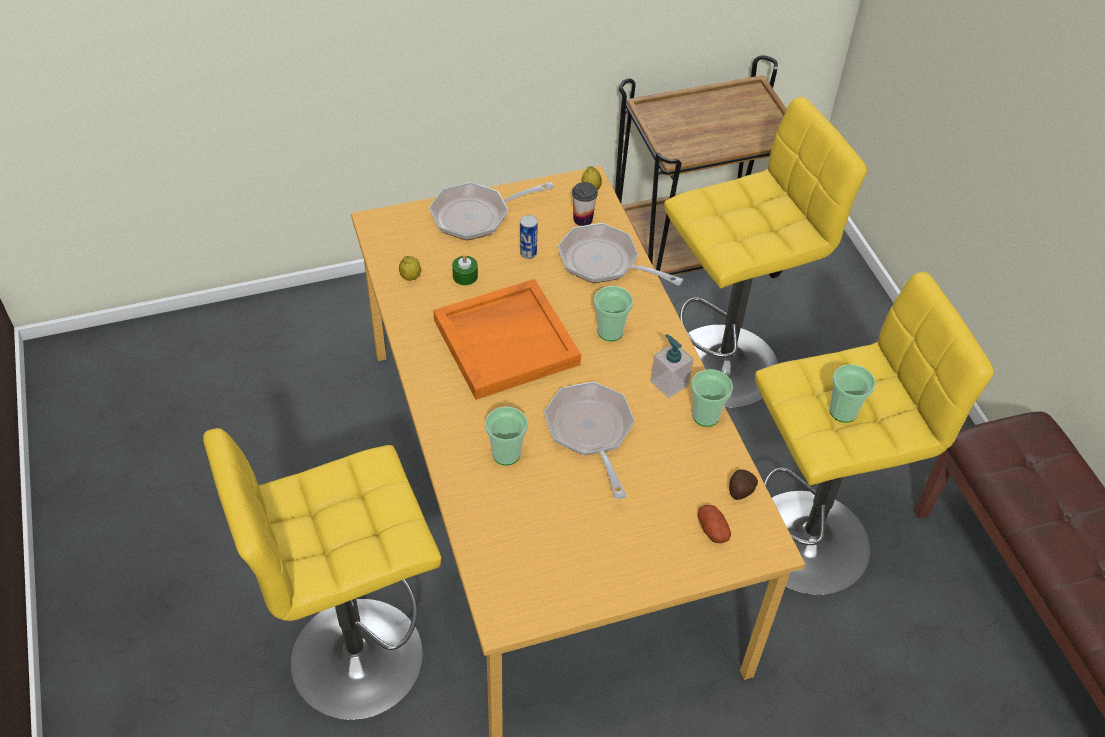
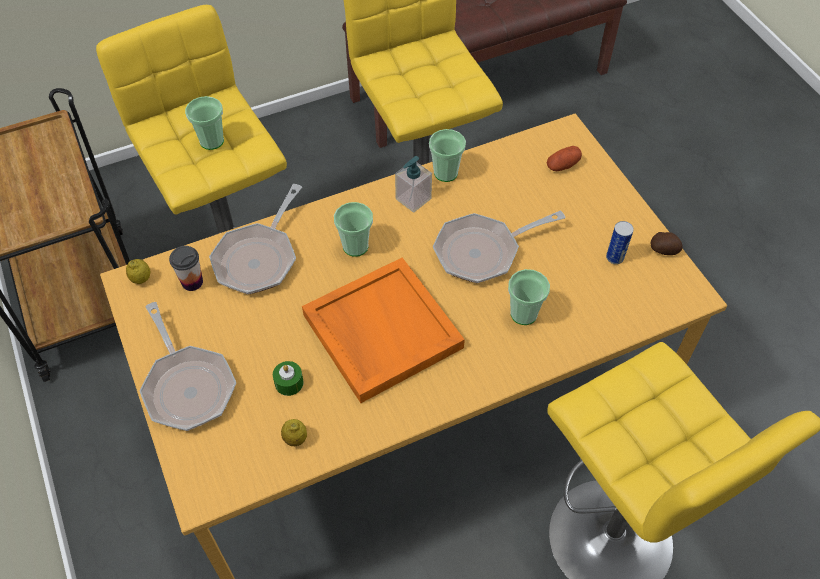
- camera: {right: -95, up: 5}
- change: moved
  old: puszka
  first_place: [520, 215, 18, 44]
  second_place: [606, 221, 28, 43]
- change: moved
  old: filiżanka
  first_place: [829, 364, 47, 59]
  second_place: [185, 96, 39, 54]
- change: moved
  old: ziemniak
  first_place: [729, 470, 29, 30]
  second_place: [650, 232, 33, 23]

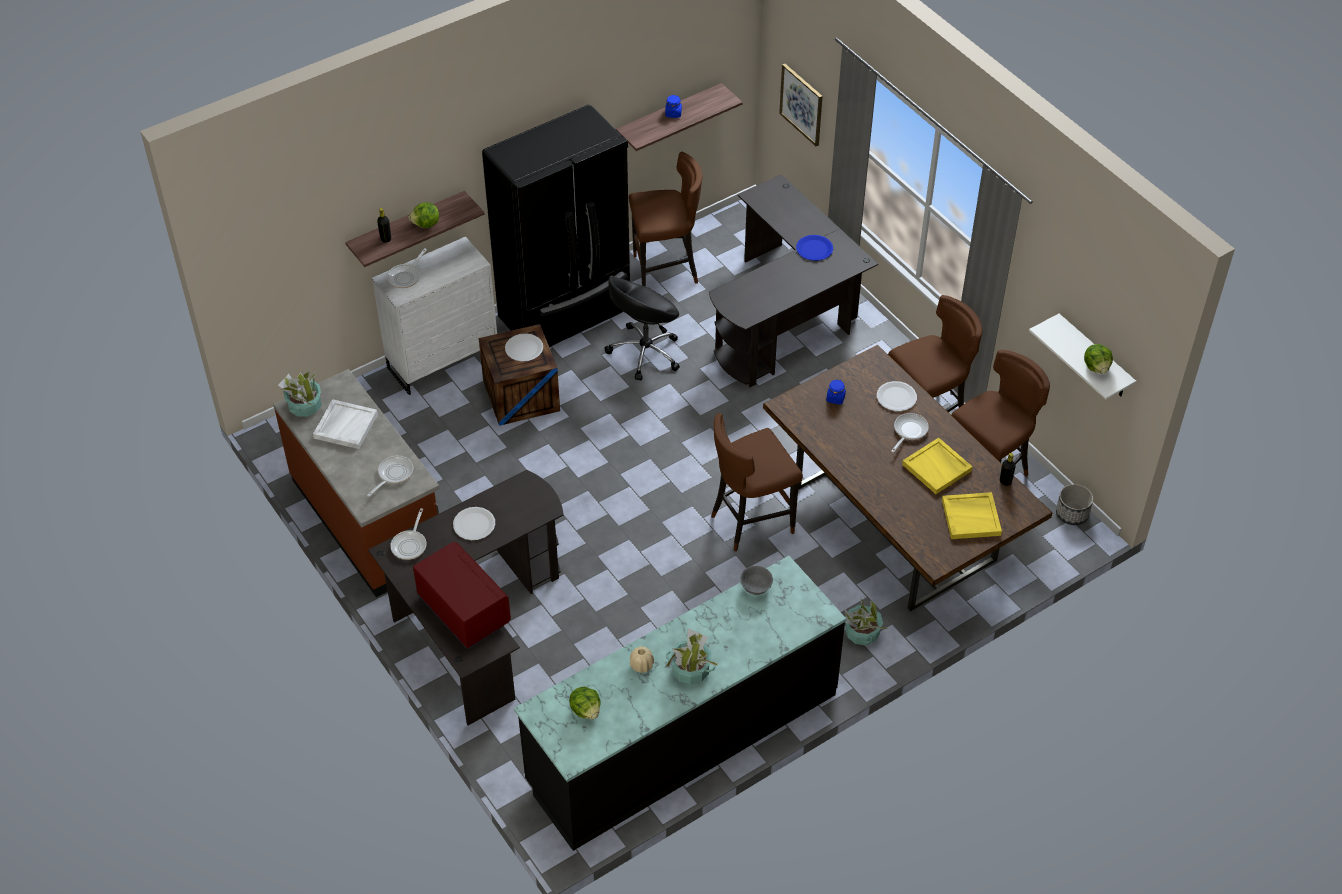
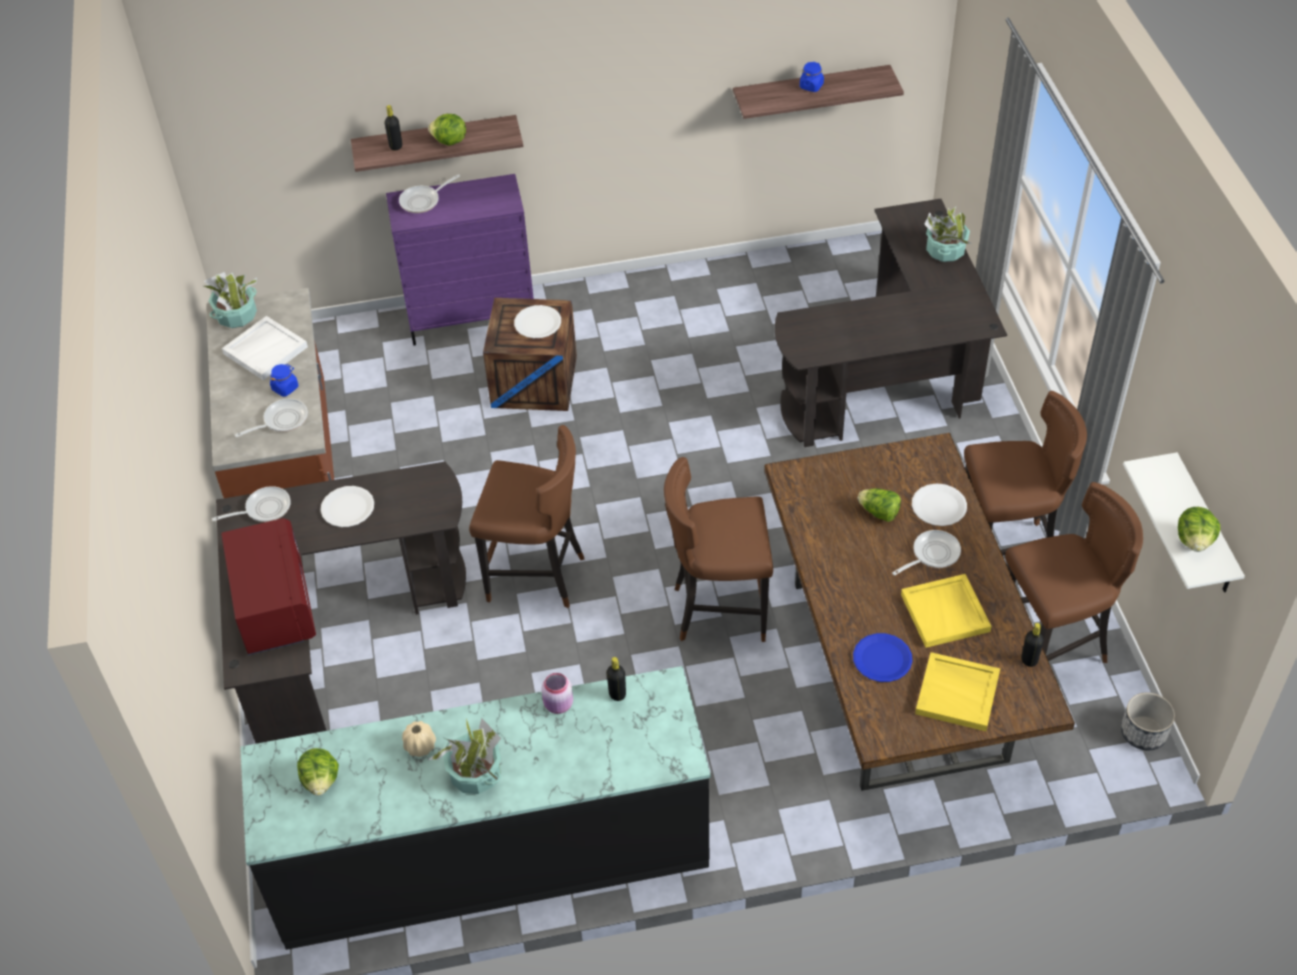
- camera: {right: 25, up: 0}
- change: removed
  old: obraz
  first_place: [779, 64, 44, 82]
- change: removed
  old: lodówka/czarny
  first_place: [482, 105, 148, 242]
- change: moved
  old: stołek/brązowy
  first_place: [629, 152, 73, 134]
  second_place: [469, 425, 116, 183]
- change: moved
  old: talerz/niebieski
  first_place: [796, 235, 37, 26]
  second_place: [853, 633, 59, 49]
- change: recoloured
  old: komoda/biały
  new: komoda/fioletowy
  first_place: [372, 237, 125, 158]
  second_place: [386, 174, 148, 172]
- change: removed
  old: krzesło biurowe/czarny
  first_place: [604, 277, 76, 103]
- change: moved
  old: słoik/niebieski
  first_place: [826, 380, 20, 24]
  second_place: [270, 364, 28, 33]
- change: turned
  old: patelnia
  first_place: [390, 508, 36, 52]
  second_place: [212, 486, 78, 36]
  degrees: -150
- change: replaced
  old: miska/szary
  new: butelka/czarny
  first_place: [740, 566, 33, 29]
  second_place: [607, 657, 19, 44]
- change: moved
  old: roślina doniczkowa
  first_place: [845, 598, 44, 47]
  second_place: [924, 207, 47, 55]
- change: added
  new: sałata
  second_place: [858, 488, 43, 34]
- change: added
  new: słoik/różowy
  second_place: [541, 673, 32, 41]

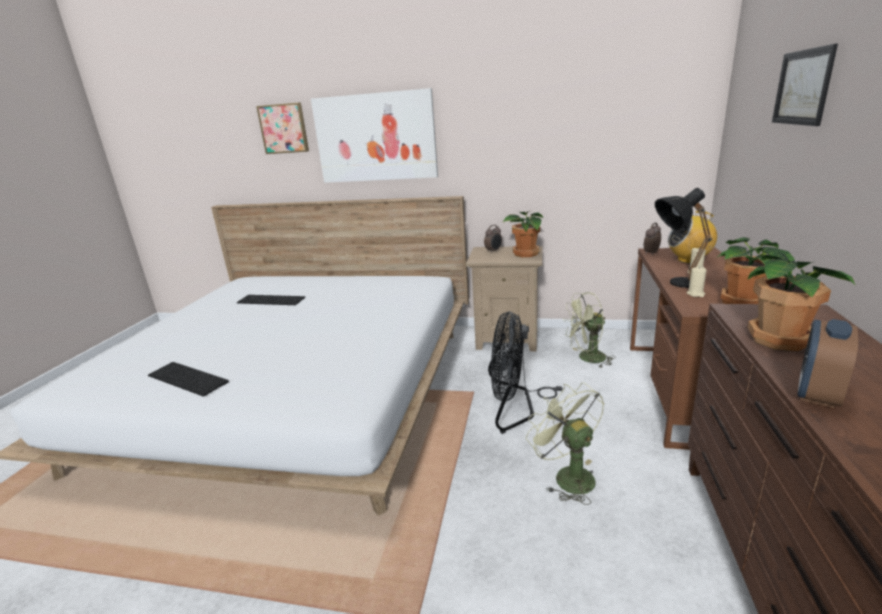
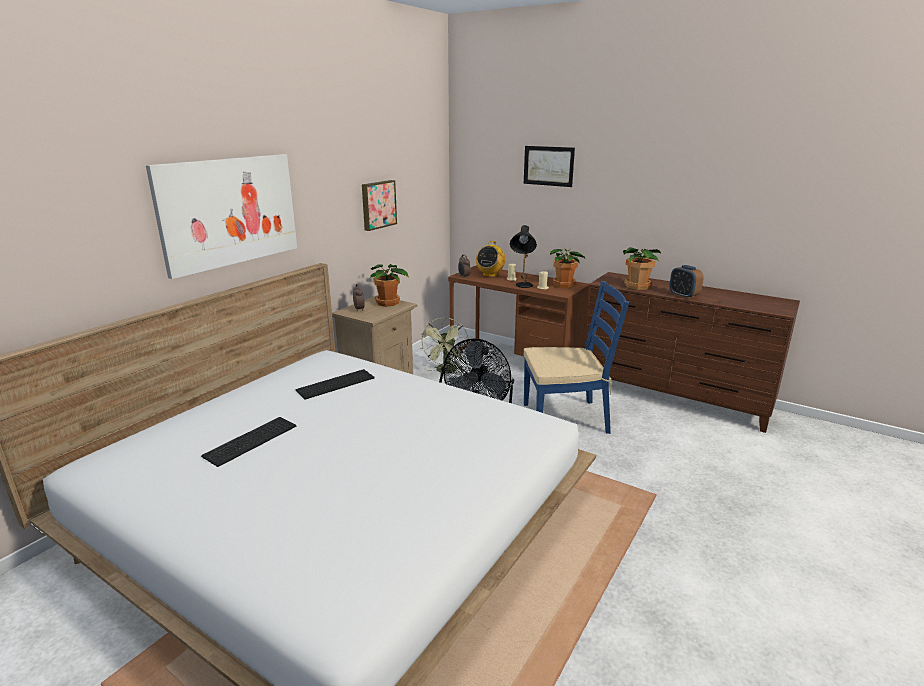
- camera: {right: -70, up: 0}
- change: moved
  old: obraz
  first_place: [256, 103, 53, 51]
  second_place: [362, 180, 35, 51]
- change: moved
  old: klawiatura
  first_place: [148, 362, 81, 35]
  second_place: [295, 369, 80, 30]
- change: replaced
  old: wentylator/zielony
  new: krzesło/niebieski
  first_place: [526, 382, 78, 123]
  second_place: [523, 281, 106, 153]

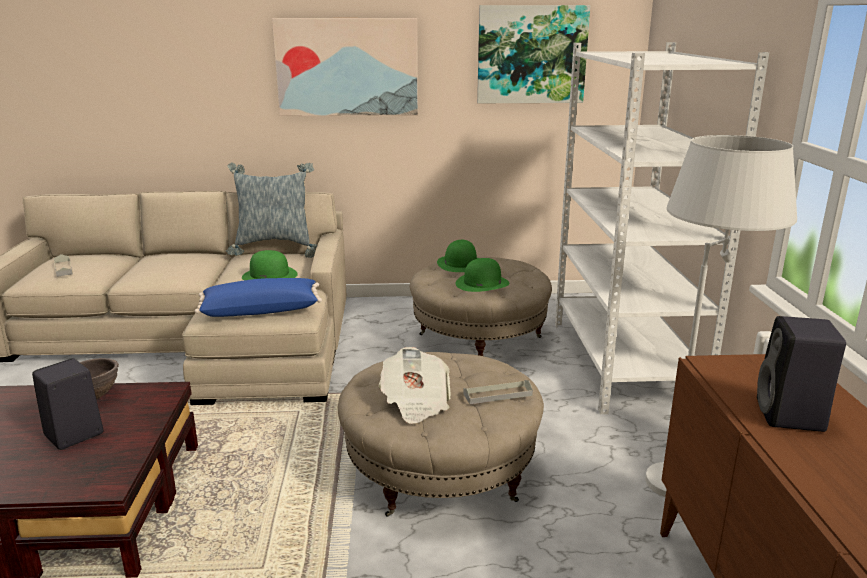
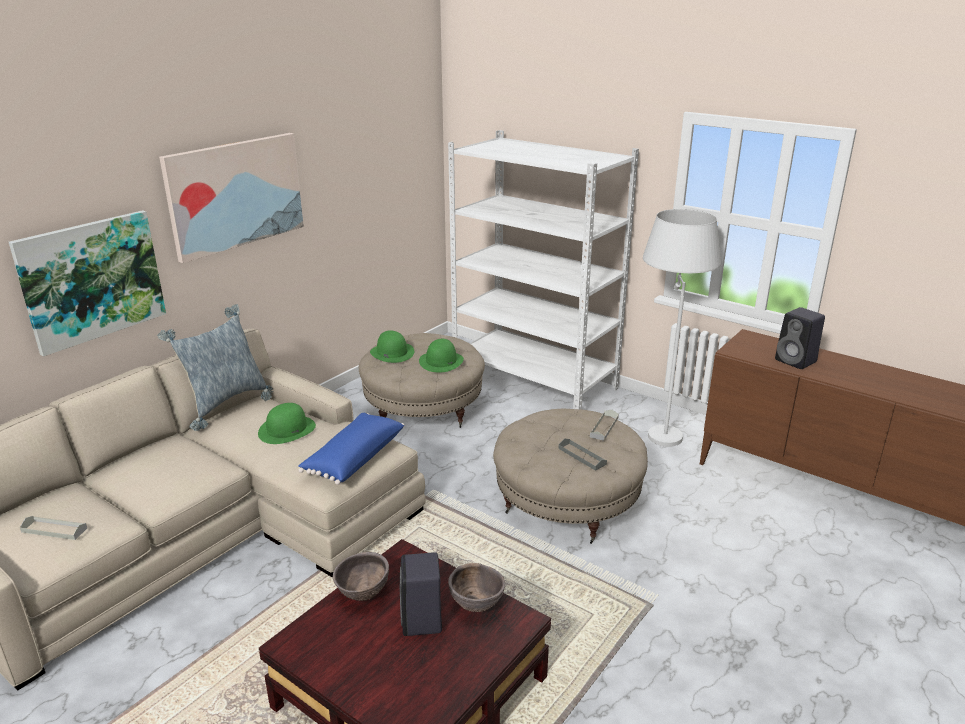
- camera: {right: -50, up: 5}
- change: moved
  old: obraz
  first_place: [477, 5, 113, 98]
  second_place: [9, 210, 157, 146]
- change: replaced
  old: gazeta
  new: taca/szary
  first_place: [379, 347, 72, 77]
  second_place: [559, 439, 48, 32]
- change: added
  new: miska/brązowy
  second_place: [448, 563, 57, 49]

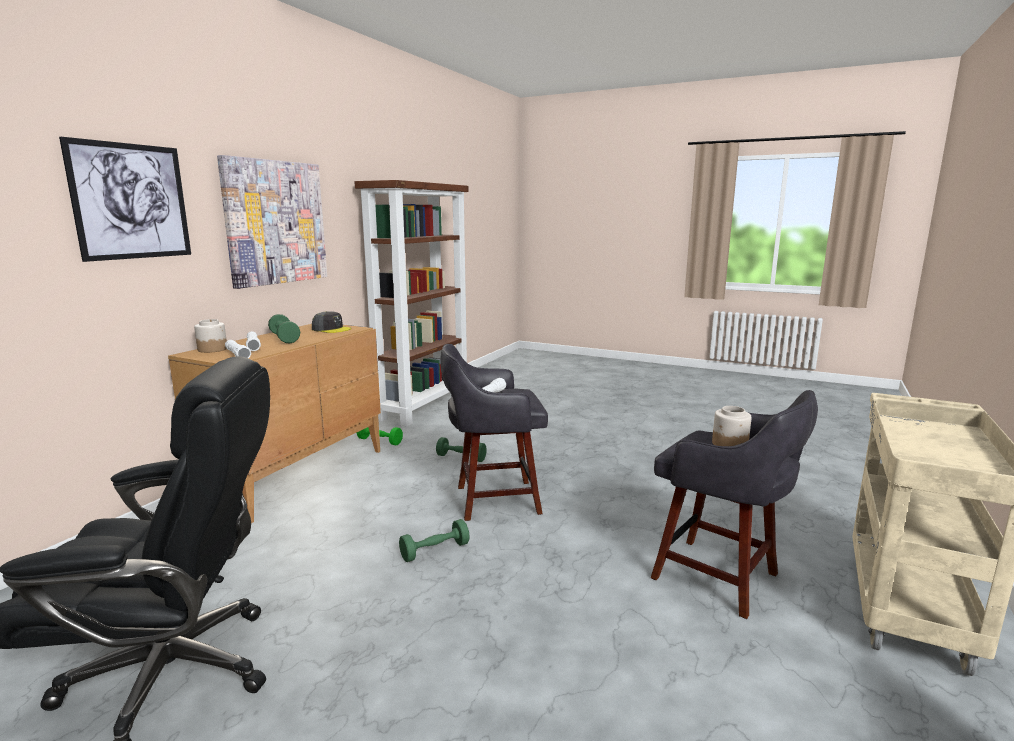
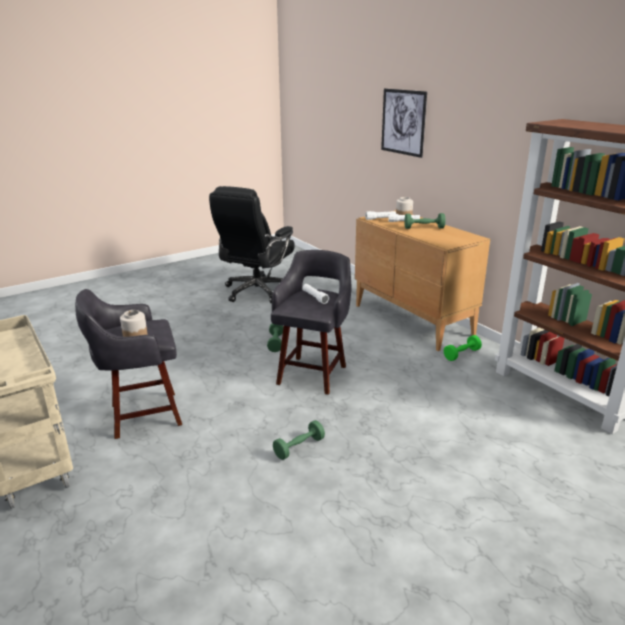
- camera: {right: 120, up: 10}
- change: removed
  old: obraz
  first_place: [217, 155, 110, 134]
- change: removed
  old: czapka z daszkiem/szary
  first_place: [312, 311, 39, 22]
- change: moved
  old: hantel/zielony
  first_place: [436, 437, 51, 25]
  second_place: [273, 420, 52, 40]

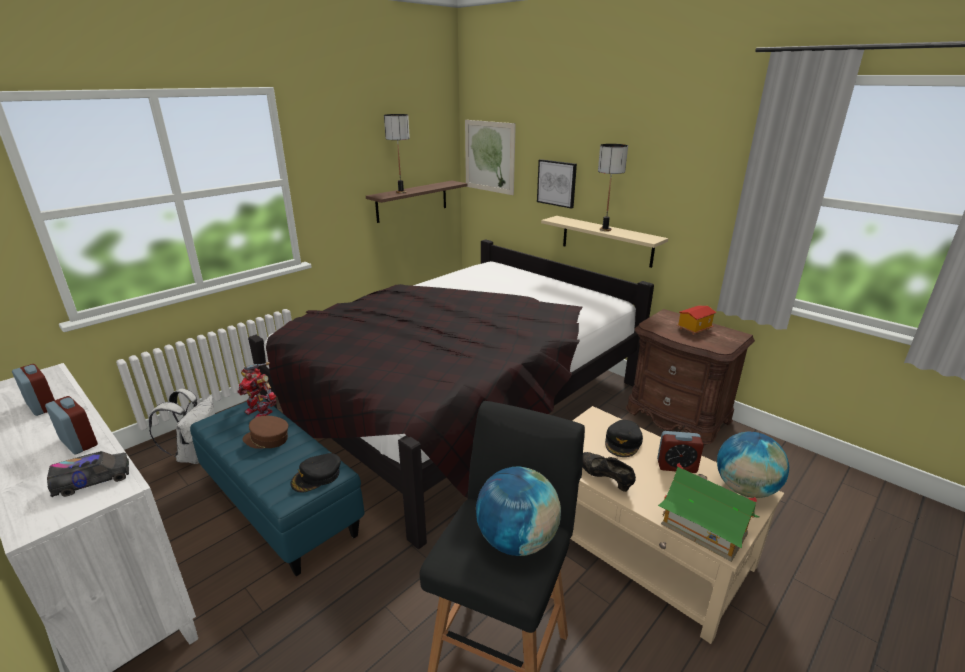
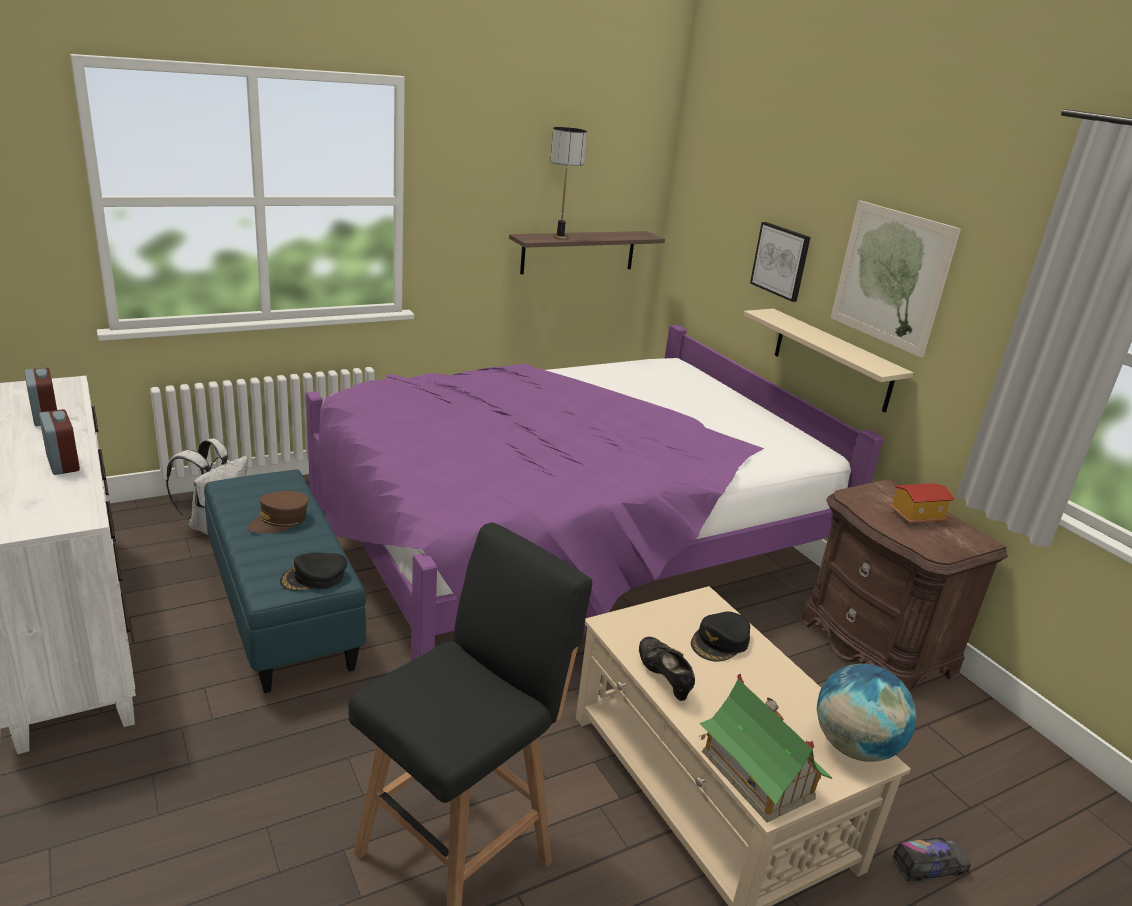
- camera: {right: 15, up: 0}
- change: moved
  old: obraz
  first_place: [465, 120, 51, 75]
  second_place: [831, 200, 130, 158]
- change: removed
  old: lampa stołowa
  first_place: [598, 144, 30, 87]
- change: recoloured
  old: łóżko/czarny
  new: łóżko/fioletowy
  first_place: [248, 239, 406, 310]
  second_place: [306, 325, 578, 336]
- change: removed
  old: robot zabawkowy
  first_place: [237, 362, 39, 56]
- change: turned
  old: czapka z daszkiem/brązowy
  first_place: [243, 416, 45, 33]
  second_place: [247, 491, 62, 42]
  degrees: -75
- change: removed
  old: budzik
  first_place: [657, 431, 47, 42]
- change: moved
  old: ciężarówka zabawkowa
  first_place: [47, 451, 82, 46]
  second_place: [892, 837, 79, 46]
- change: removed
  old: globus
  first_place: [476, 466, 85, 90]

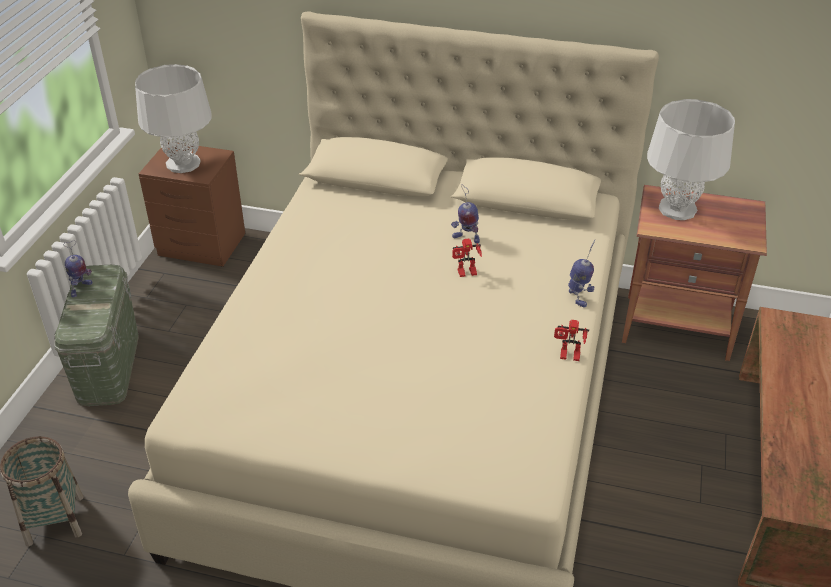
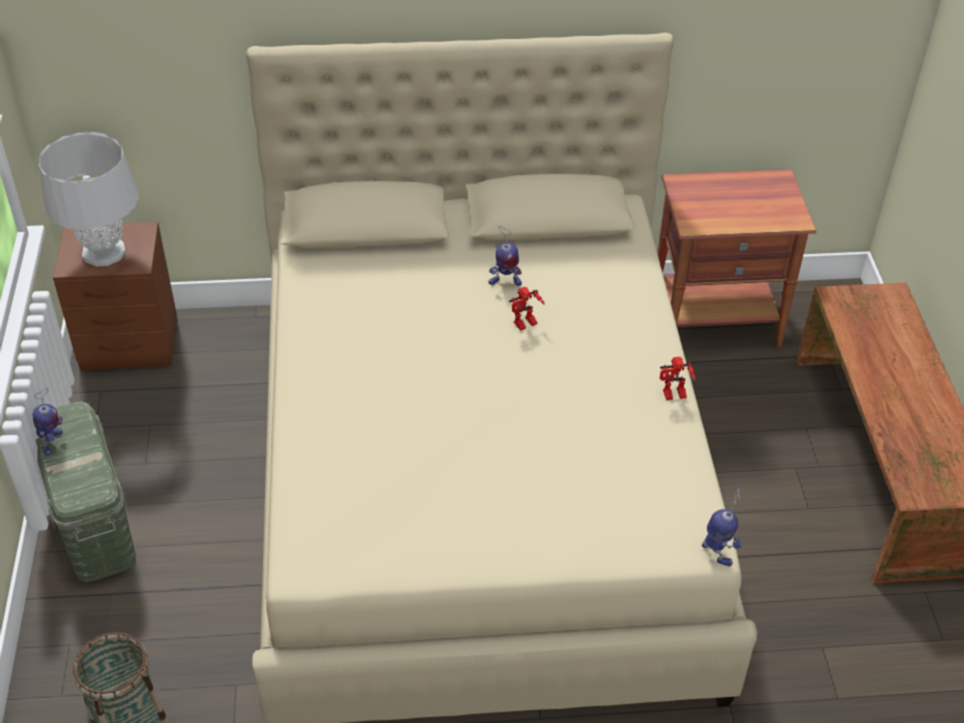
- camera: {right: -20, up: 5}
- change: removed
  old: lampa stołowa/szary
  first_place: [647, 99, 88, 121]
- change: moved
  old: robot zabawkowy
  first_place: [568, 240, 27, 68]
  second_place: [702, 488, 39, 78]

